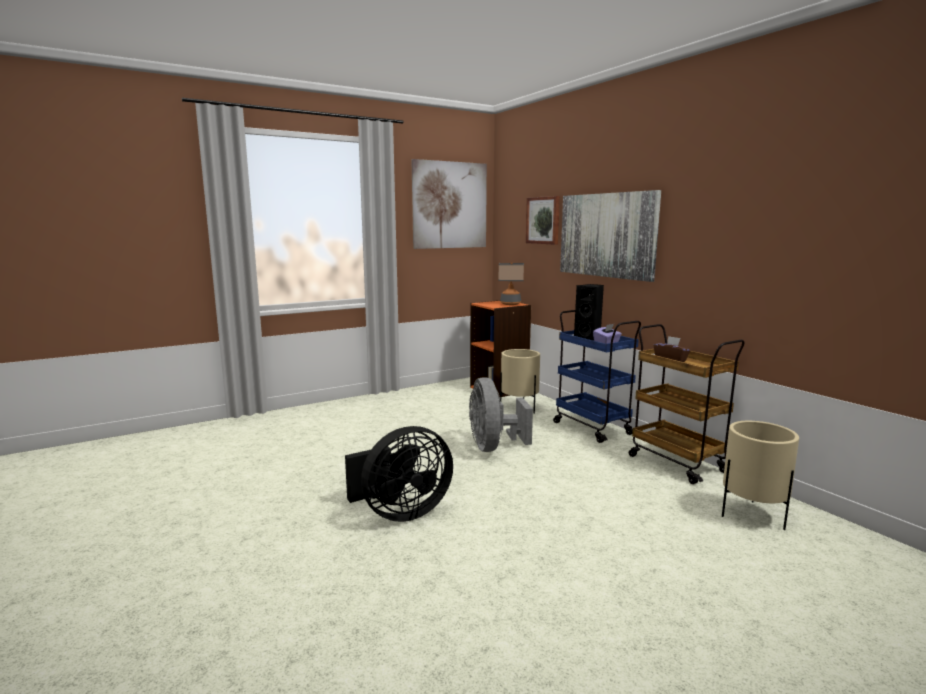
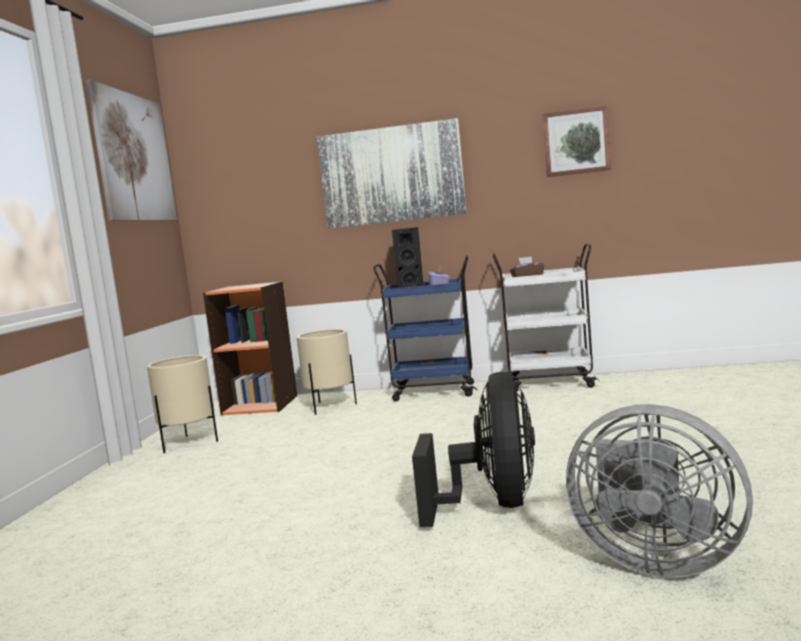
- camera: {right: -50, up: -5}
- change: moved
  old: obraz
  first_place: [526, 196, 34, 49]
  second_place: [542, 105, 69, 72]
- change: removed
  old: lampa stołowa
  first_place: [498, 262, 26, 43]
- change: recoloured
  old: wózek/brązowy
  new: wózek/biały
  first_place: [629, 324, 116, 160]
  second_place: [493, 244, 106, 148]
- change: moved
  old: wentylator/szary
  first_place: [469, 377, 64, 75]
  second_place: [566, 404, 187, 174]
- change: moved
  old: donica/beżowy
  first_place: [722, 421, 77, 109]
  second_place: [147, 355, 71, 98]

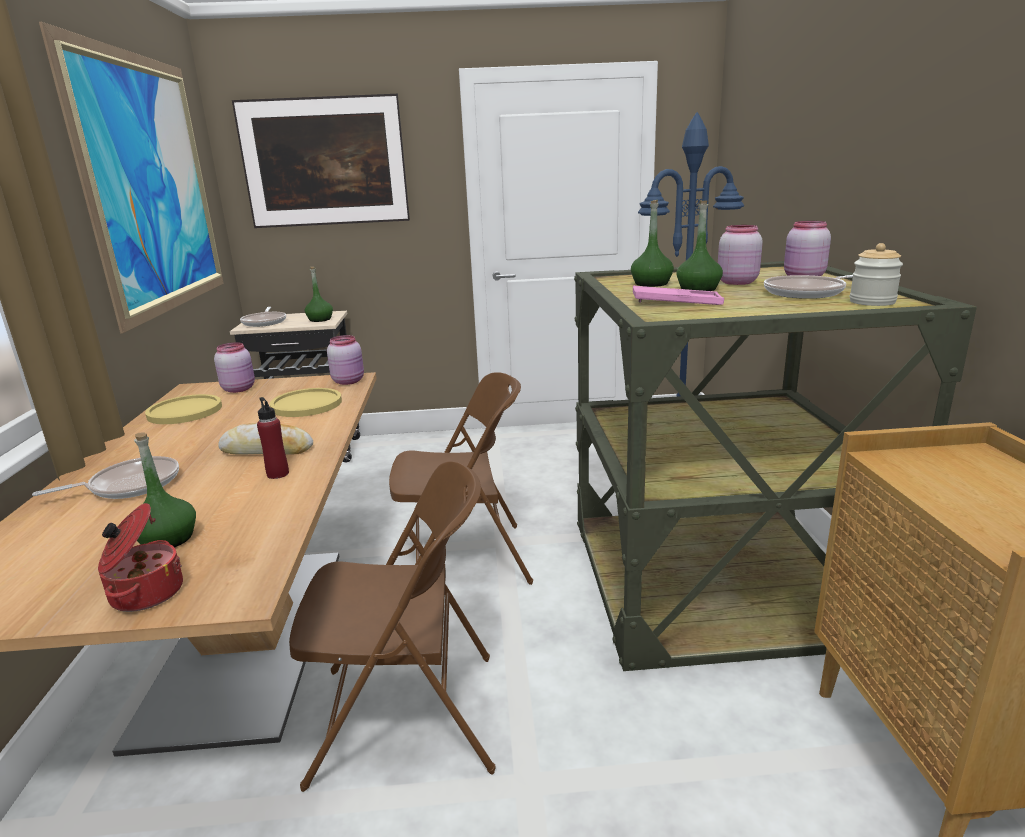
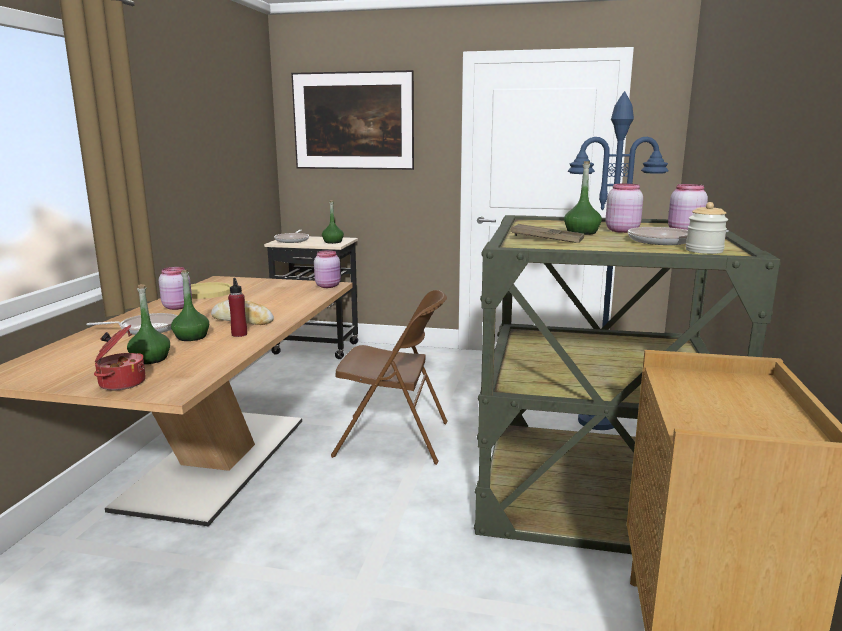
- camera: {right: 15, up: -5}
- change: removed
  old: obraz
  first_place: [39, 22, 185, 312]
- change: moved
  old: butelka/zielony
  first_place: [631, 200, 43, 87]
  second_place: [171, 270, 38, 71]
- change: recoloured
  old: taca/różowy
  new: taca/brązowy
  first_place: [633, 286, 91, 19]
  second_place: [511, 224, 73, 19]
- change: moved
  old: słoik/różowy
  first_place: [214, 342, 41, 51]
  second_place: [159, 267, 33, 43]
- change: removed
  old: talerz/żółty
  first_place: [270, 388, 72, 29]
- change: removed
  old: krzesło/brązowy
  first_place: [289, 461, 206, 331]

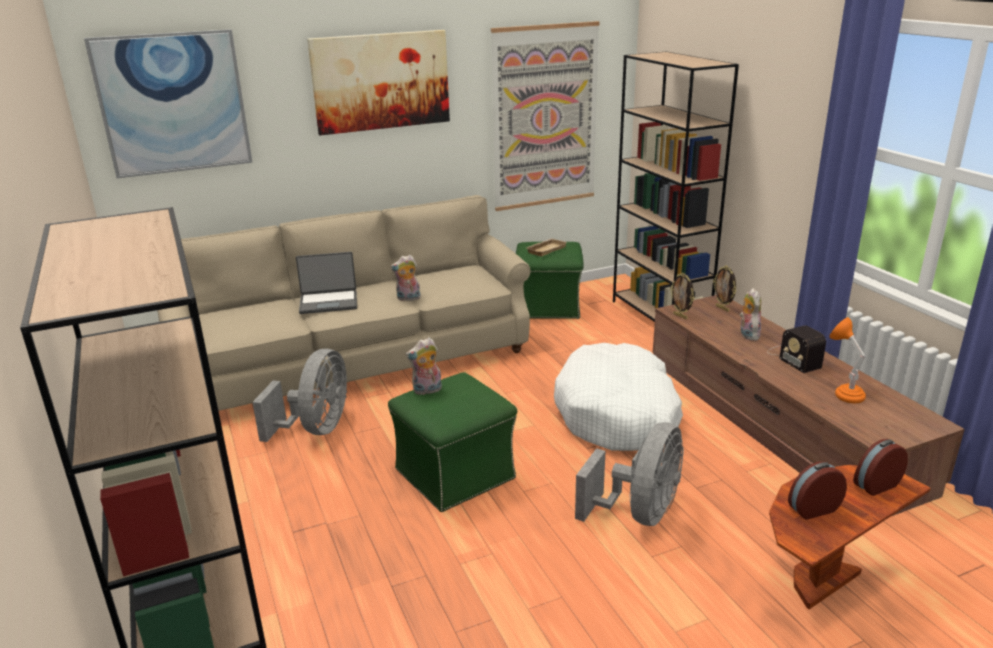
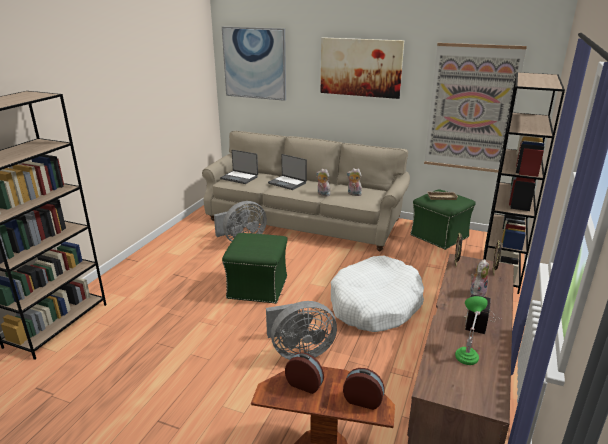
- camera: {right: 45, up: 0}
- change: recoloured
  old: lampa stołowa/pomarańczowy
  new: lampa stołowa/zielony
  first_place: [829, 317, 37, 86]
  second_place: [455, 296, 33, 69]
- change: moved
  old: pluszak
  first_place: [405, 338, 37, 57]
  second_place: [347, 168, 15, 28]
- change: added
  new: laptop
  second_place: [220, 150, 38, 34]

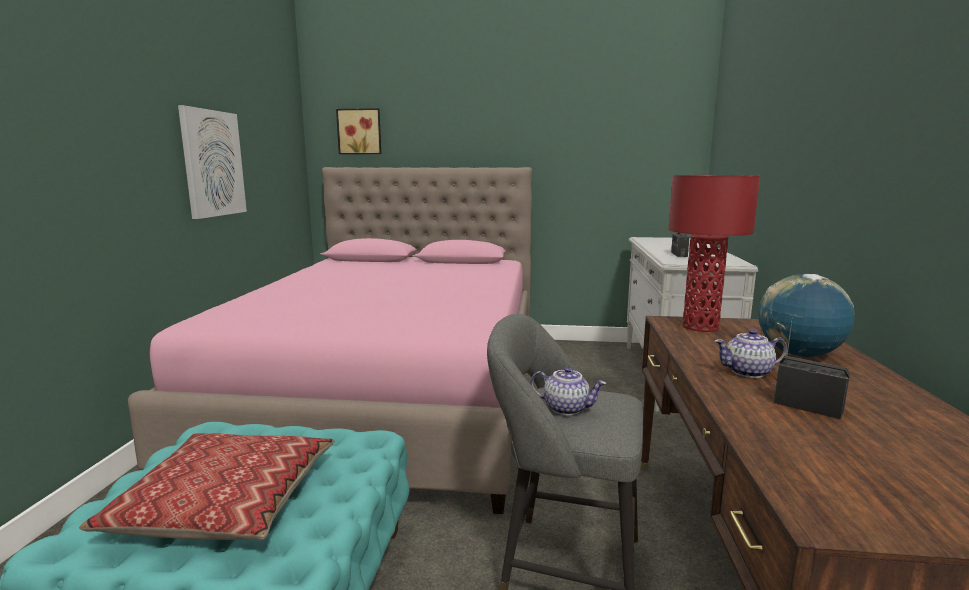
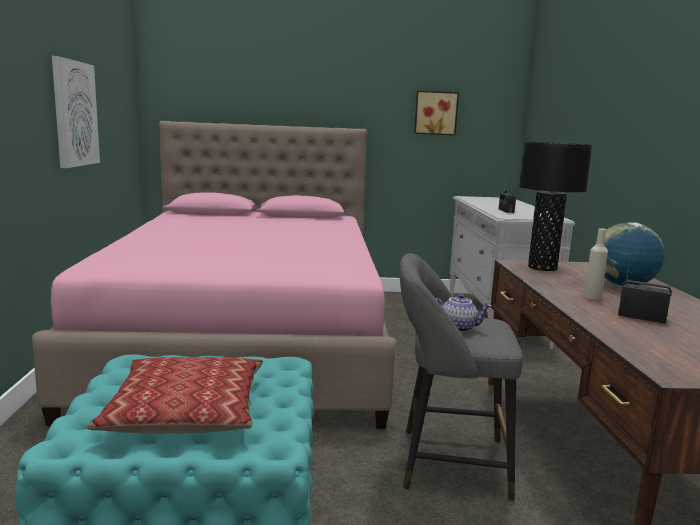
- camera: {right: -10, up: 0}
- change: moved
  old: obraz
  first_place: [336, 108, 45, 46]
  second_place: [414, 91, 45, 44]
- change: recoloured
  old: lampa stołowa/czerwony
  new: lampa stołowa/czarny
  first_place: [668, 175, 92, 157]
  second_place: [519, 142, 74, 129]
- change: replaced
  old: imbryk
  new: butelka/beżowy
  first_place: [714, 329, 73, 49]
  second_place: [584, 228, 24, 72]

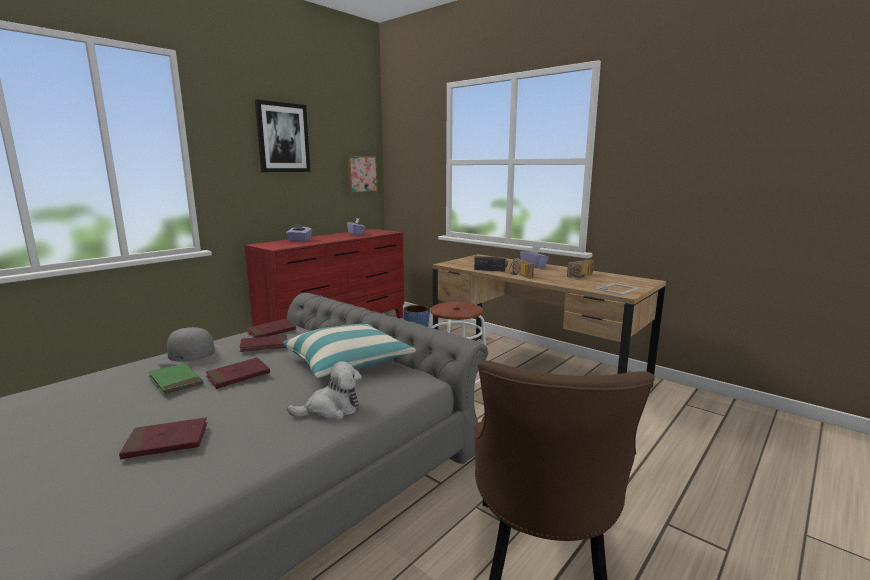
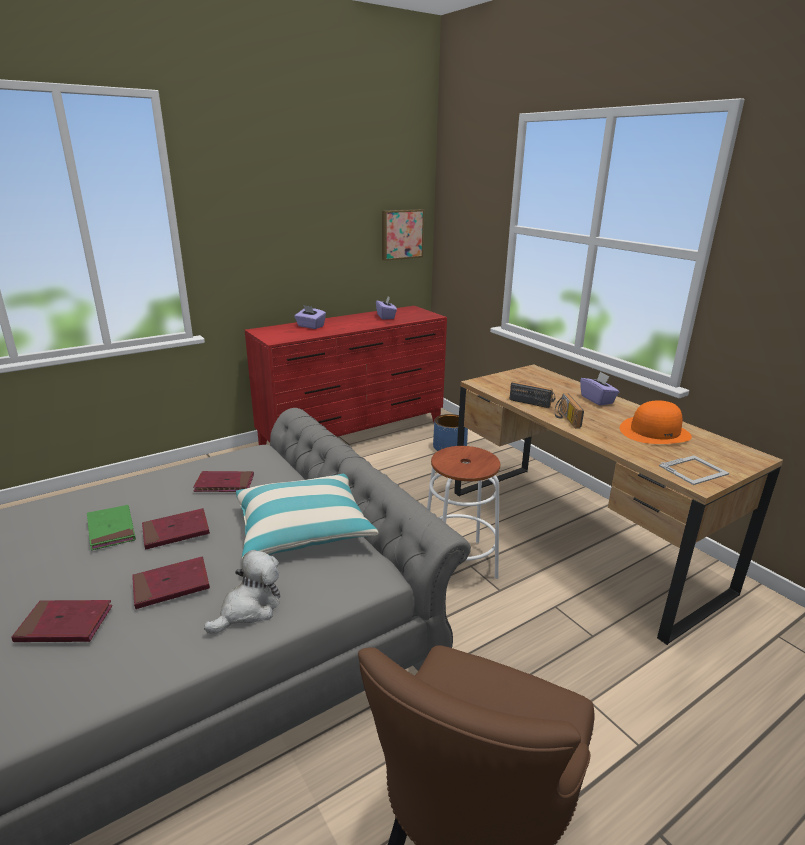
- camera: {right: 15, up: 10}
- change: removed
  old: obraz
  first_place: [255, 100, 55, 72]
- change: replaced
  old: radio
  new: kapelusz/pomarańczowy
  first_place: [567, 260, 27, 18]
  second_place: [620, 400, 72, 44]
- change: moved
  old: książka/czerwony
  first_place: [246, 319, 50, 19]
  second_place: [132, 556, 78, 53]
- change: removed
  old: kapelusz/szary
  first_place: [157, 327, 68, 38]
- change: turned
  old: pluszak
  first_place: [287, 361, 75, 59]
  second_place: [204, 550, 76, 84]
  degrees: -45

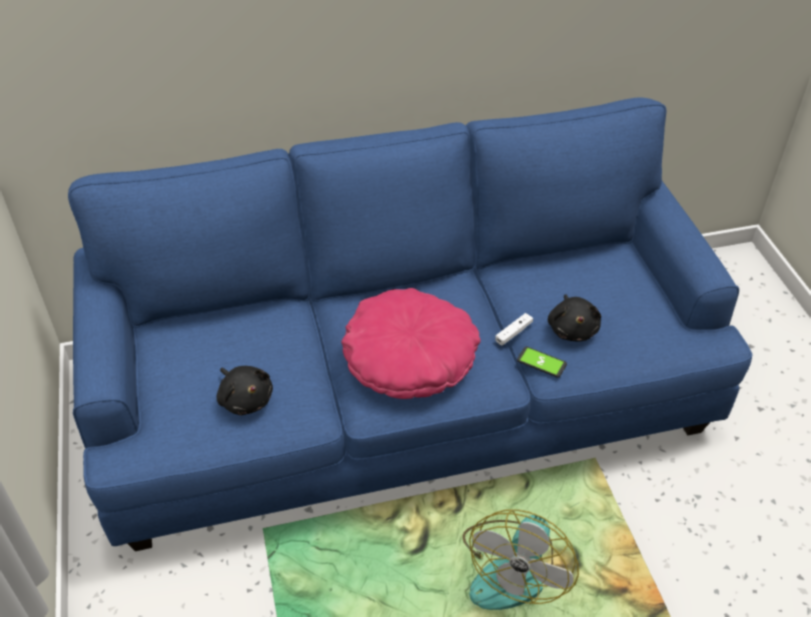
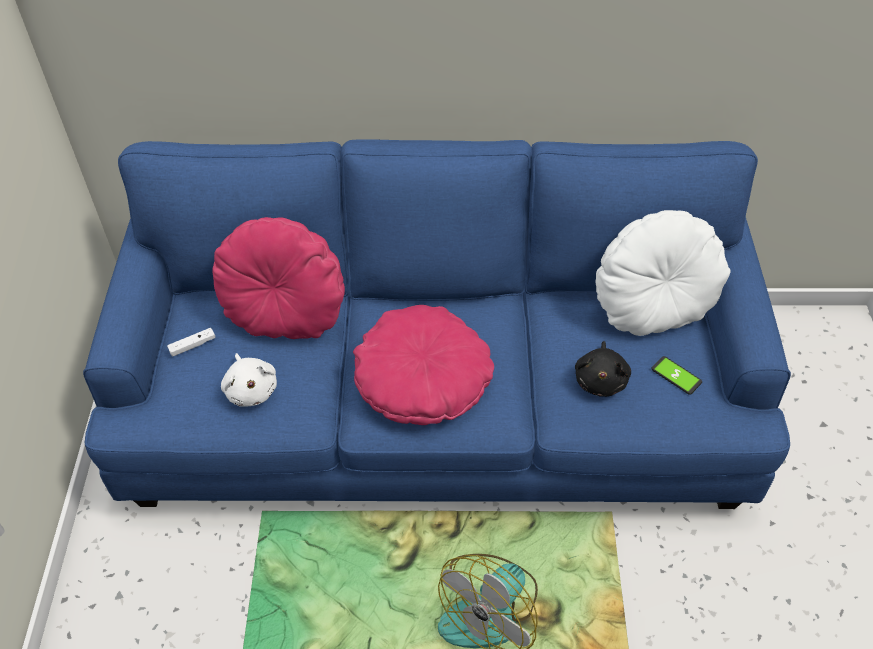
- camera: {right: 15, up: 5}
- change: moved
  old: pad do gier/biały
  first_place: [495, 313, 38, 32]
  second_place: [167, 328, 48, 29]
- change: moved
  old: telefon
  first_place: [517, 346, 50, 31]
  second_place: [651, 356, 51, 39]
- change: recoloured
  old: pluszak/czarny
  new: pluszak/biały
  first_place: [217, 366, 56, 49]
  second_place: [221, 353, 56, 54]
- change: added
  new: poduszka/biały
  second_place: [596, 210, 134, 126]
- change: added
  new: poduszka/różowy
  second_place: [213, 217, 132, 122]

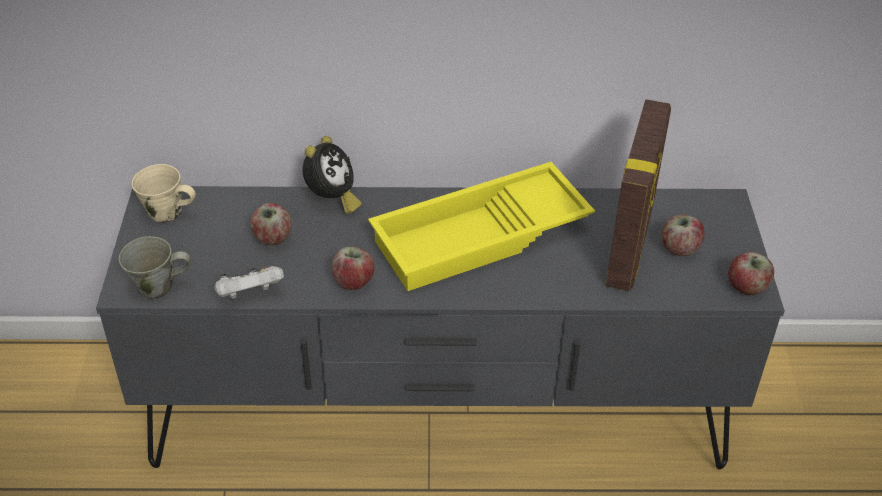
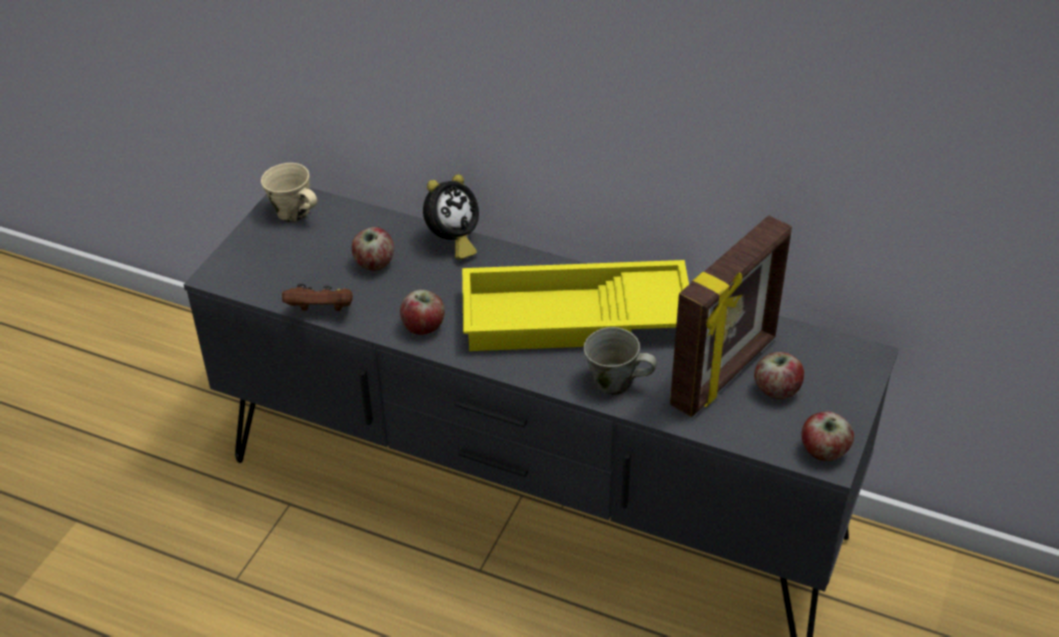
- camera: {right: 25, up: 0}
- change: moved
  old: kubek/szary
  first_place: [118, 236, 72, 63]
  second_place: [584, 327, 73, 68]
- change: recoloured
  old: pad do gier/biały
  new: pad do gier/brązowy
  first_place: [215, 266, 69, 33]
  second_place: [282, 284, 71, 27]

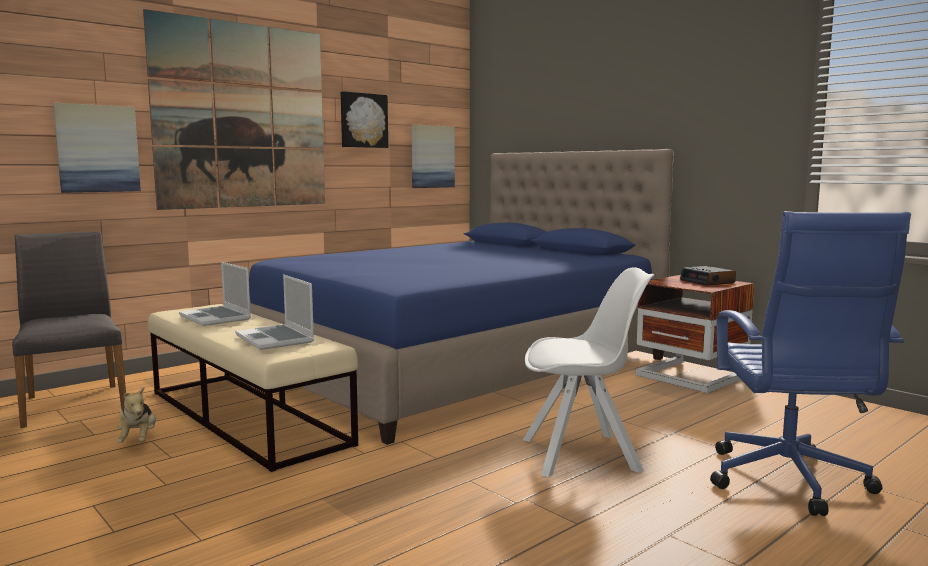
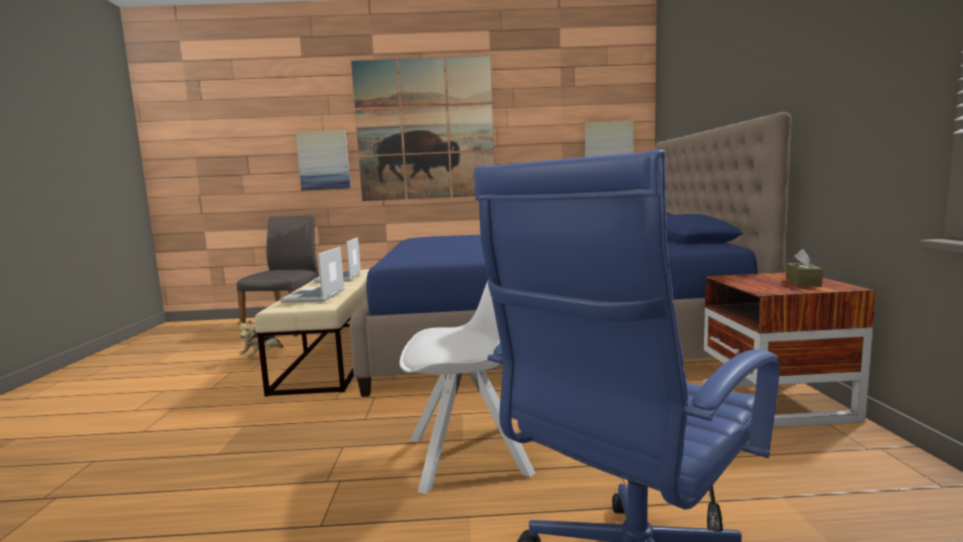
- camera: {right: 40, up: 0}
- change: removed
  old: obraz
  first_place: [341, 91, 47, 57]
- change: replaced
  old: budzik
  new: pudełko chusteczek/brązowy
  first_place: [680, 266, 56, 19]
  second_place: [786, 249, 37, 38]
- change: turned
  old: krzesło/biały
  first_place: [523, 267, 131, 210]
  second_place: [399, 281, 136, 213]
  degrees: -45

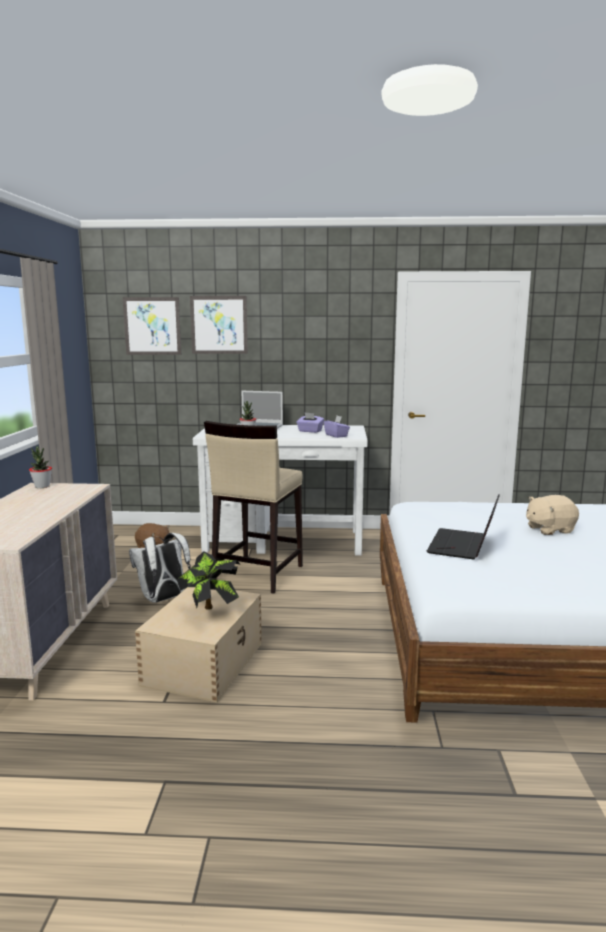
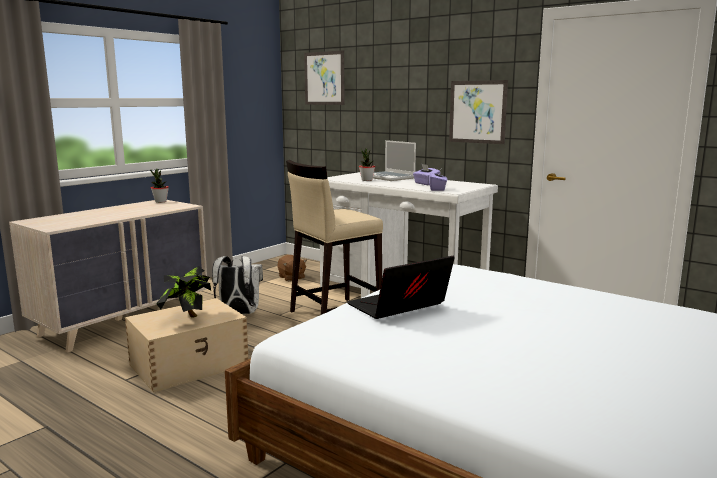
- camera: {right: 35, up: 0}
- change: moved
  old: obraz
  first_place: [190, 296, 58, 58]
  second_place: [449, 80, 59, 64]
- change: removed
  old: pluszak/beżowy
  first_place: [526, 495, 53, 40]

